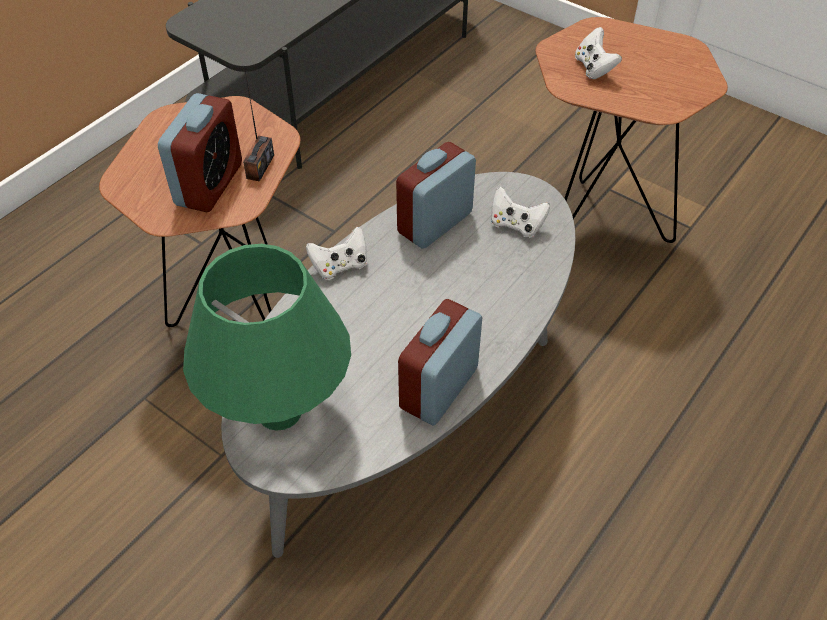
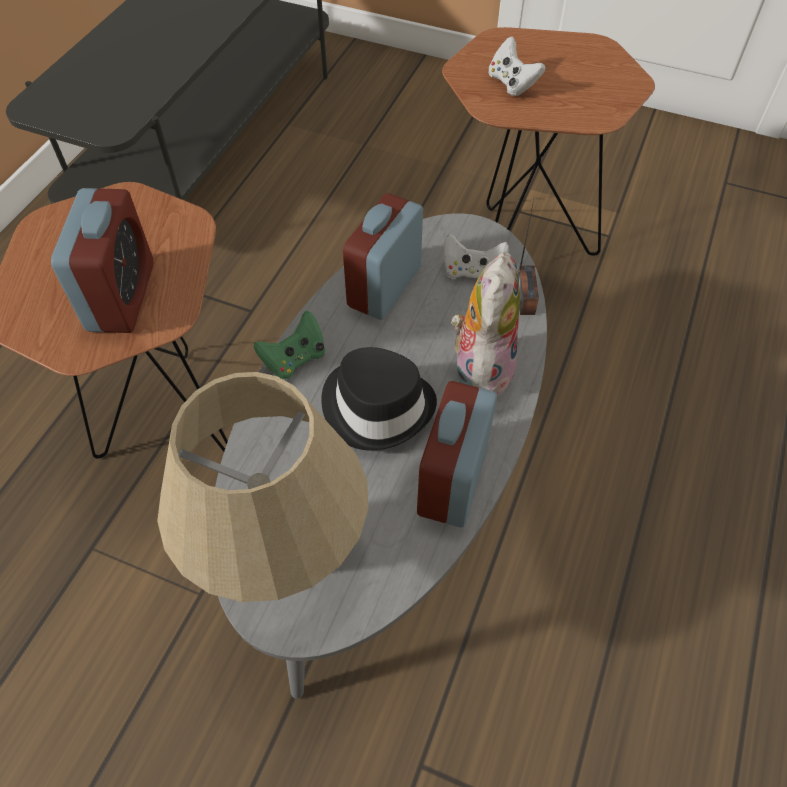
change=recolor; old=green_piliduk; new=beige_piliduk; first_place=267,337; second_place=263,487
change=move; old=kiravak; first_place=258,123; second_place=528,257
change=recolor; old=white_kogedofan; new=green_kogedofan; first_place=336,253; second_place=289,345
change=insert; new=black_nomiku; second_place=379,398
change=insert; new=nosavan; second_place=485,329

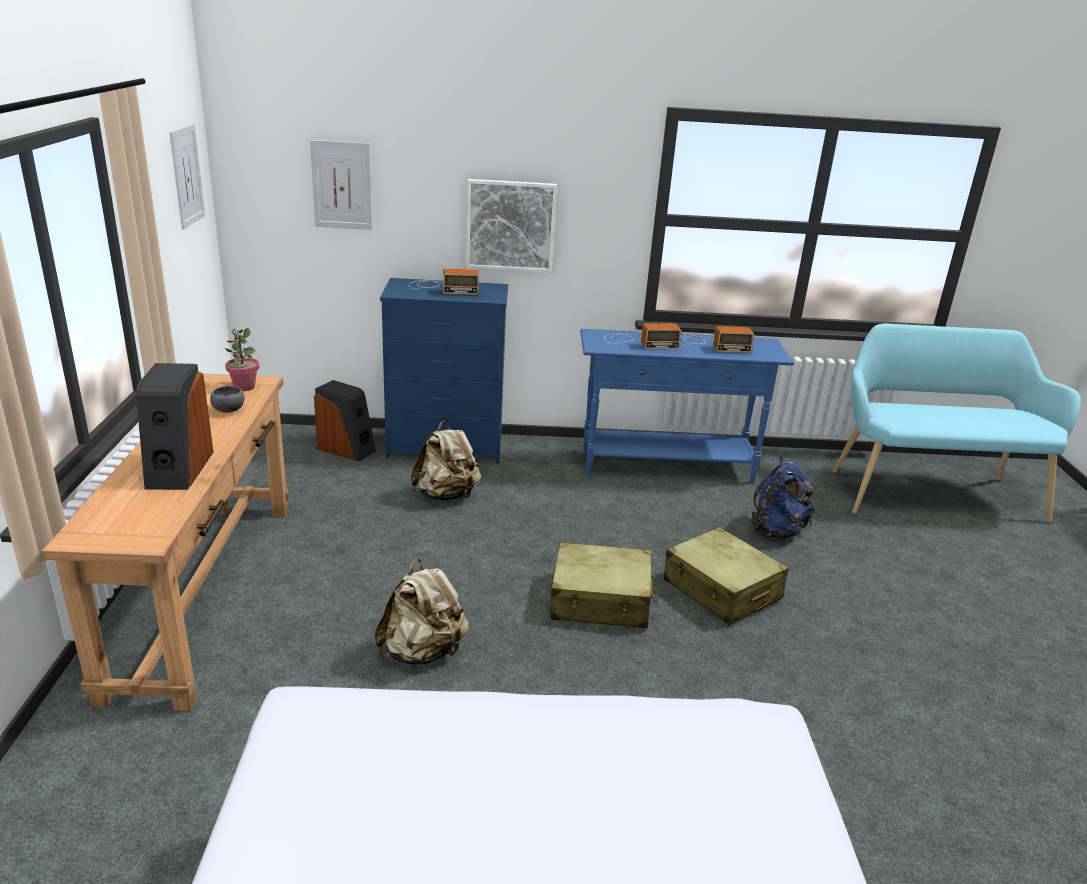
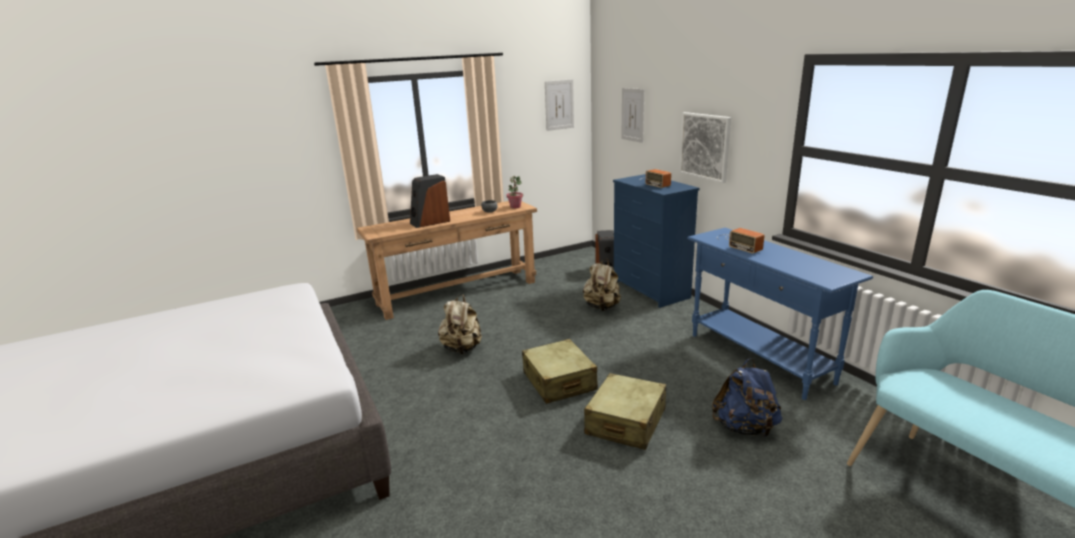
change=delete; old=kiravak; first_place=717,339

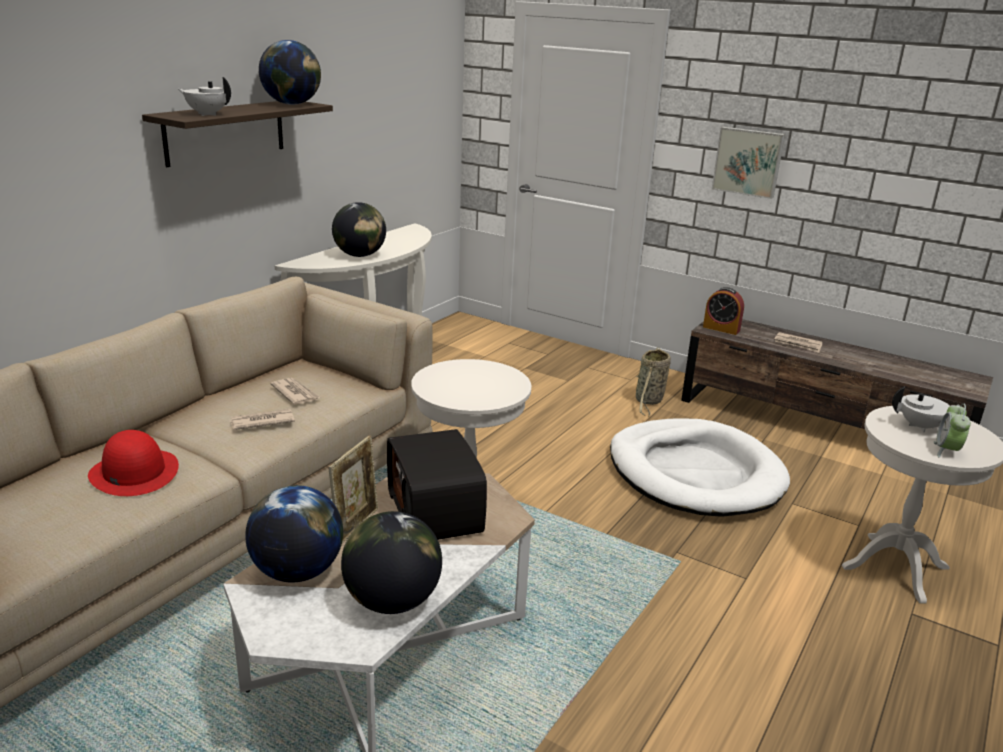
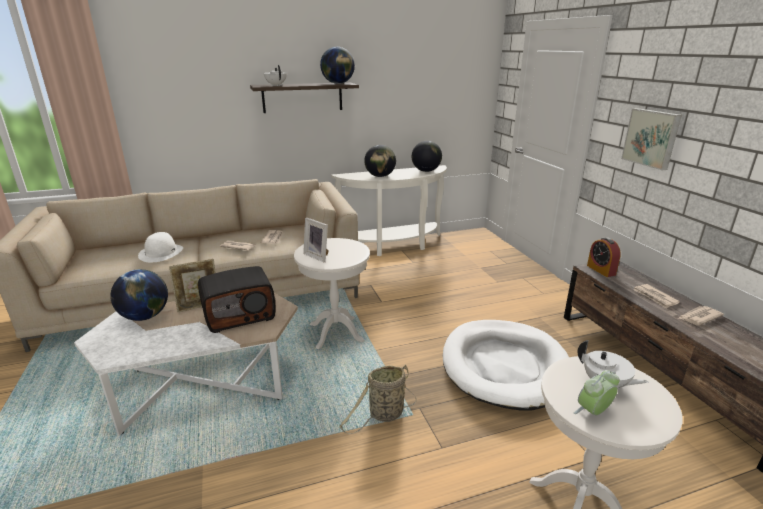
change=recolor; old=red_nomiku; new=white_nomiku; first_place=133,463; second_place=160,247
change=move; old=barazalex; first_place=391,562; second_place=427,156
change=rotate; old=kiravak; first_place=437,484; second_place=236,299; degrees=-135
change=move; old=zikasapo; first_place=653,382; second_place=378,399
change=insert; new=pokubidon; second_place=316,239
change=insert; new=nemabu; second_place=701,316

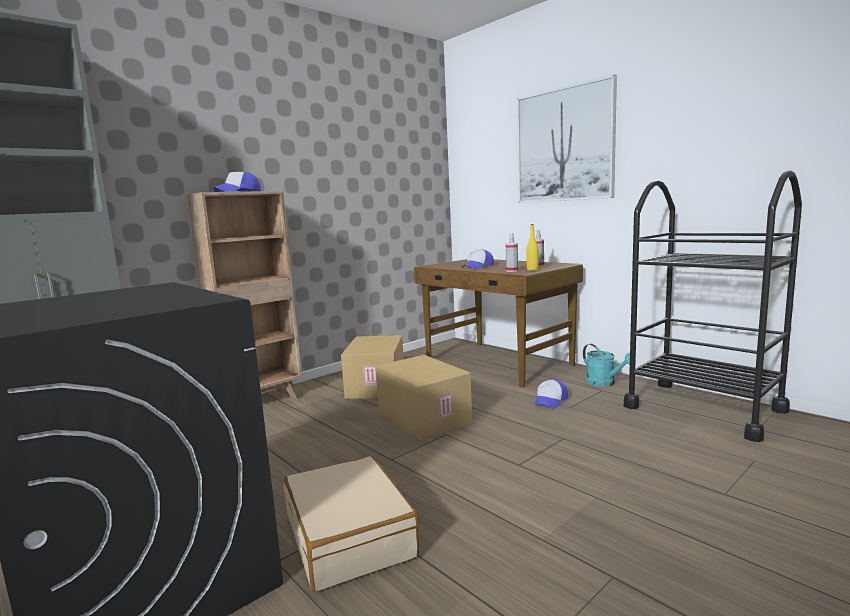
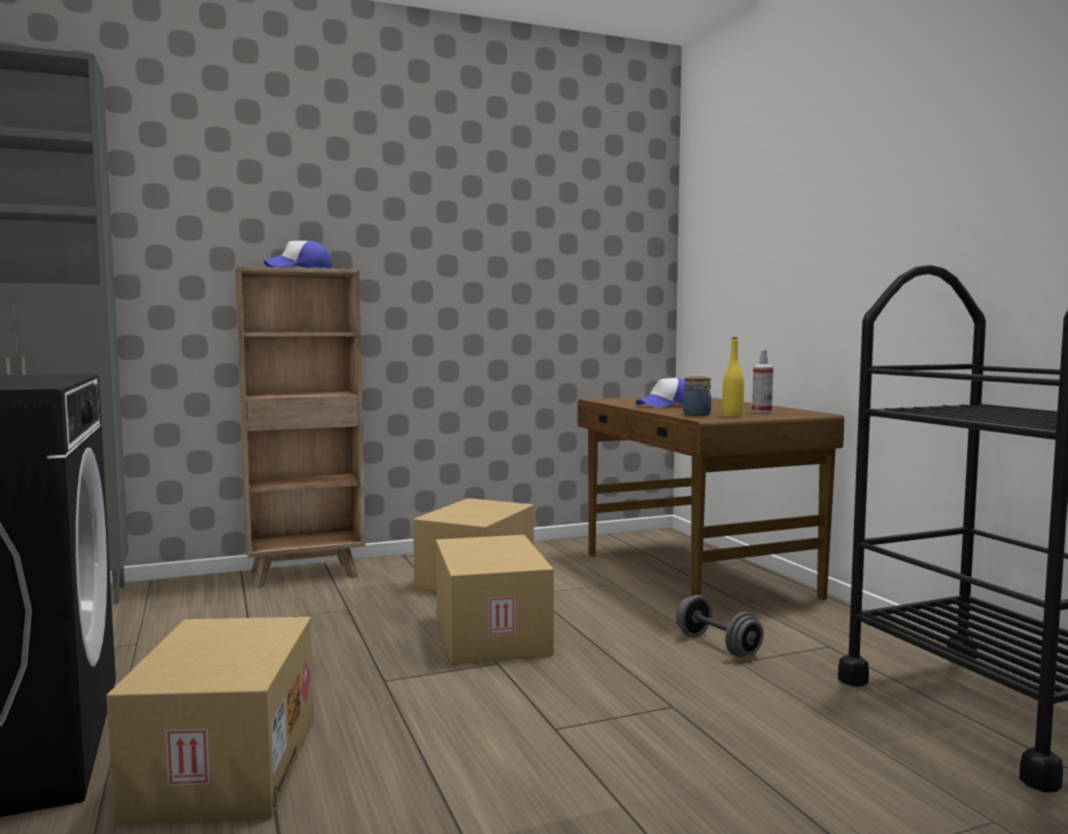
change=replace; old=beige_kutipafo; new=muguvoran; first_place=351,523; second_place=210,720
change=replace; old=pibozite; new=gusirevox; first_place=512,252; second_place=697,396
change=delete; old=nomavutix; first_place=567,139
change=replace; old=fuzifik; new=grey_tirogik; first_place=551,393; second_place=720,626
change=delete; old=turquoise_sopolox; first_place=609,365

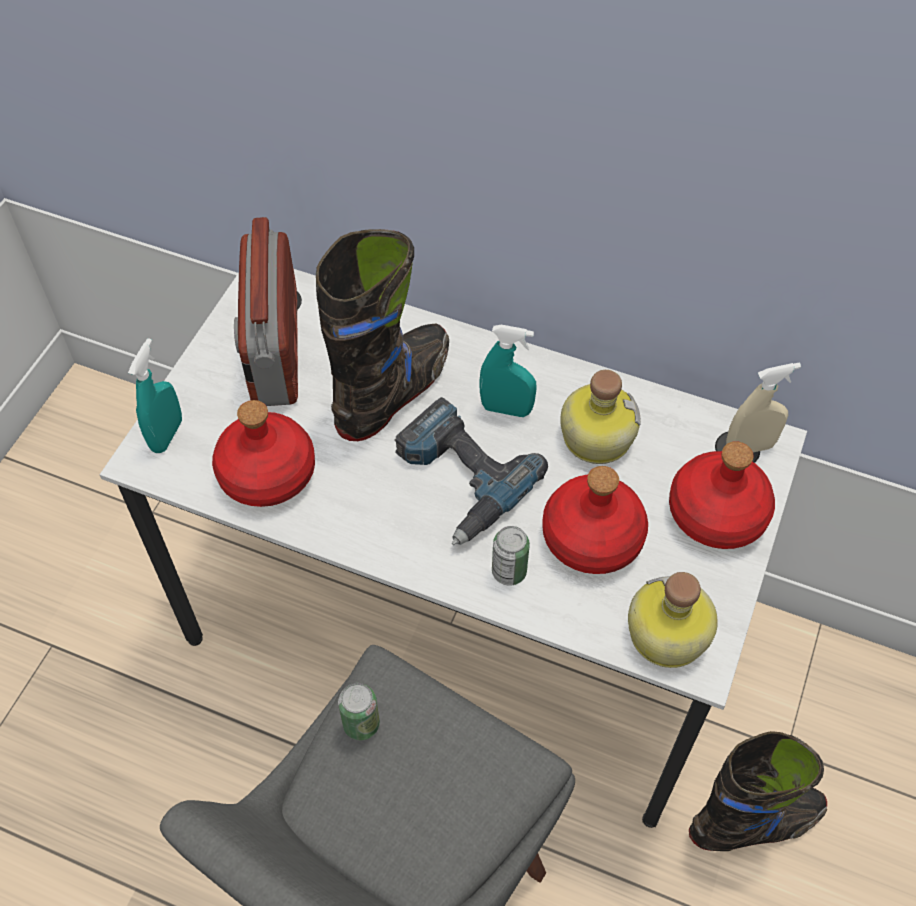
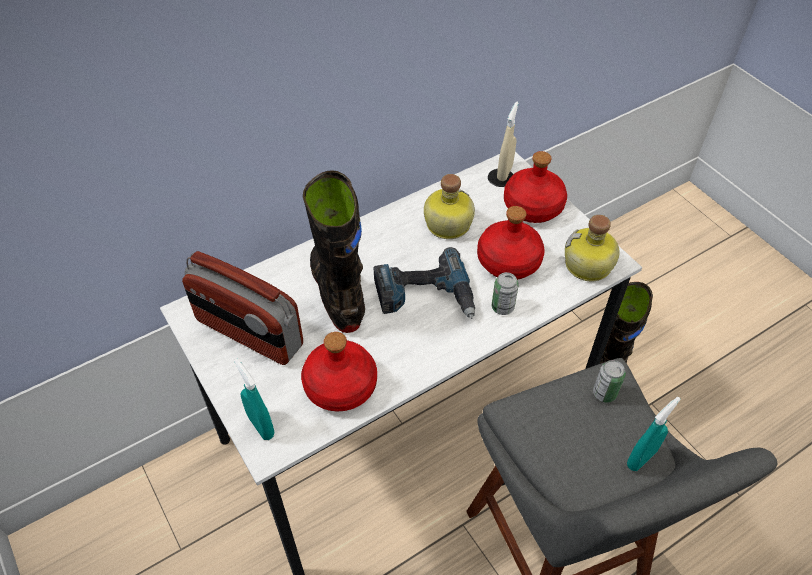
change=move; old=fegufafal; first_place=359,712; second_place=609,381
change=move; old=turquoise_pibozite; first_place=508,371; second_place=654,434

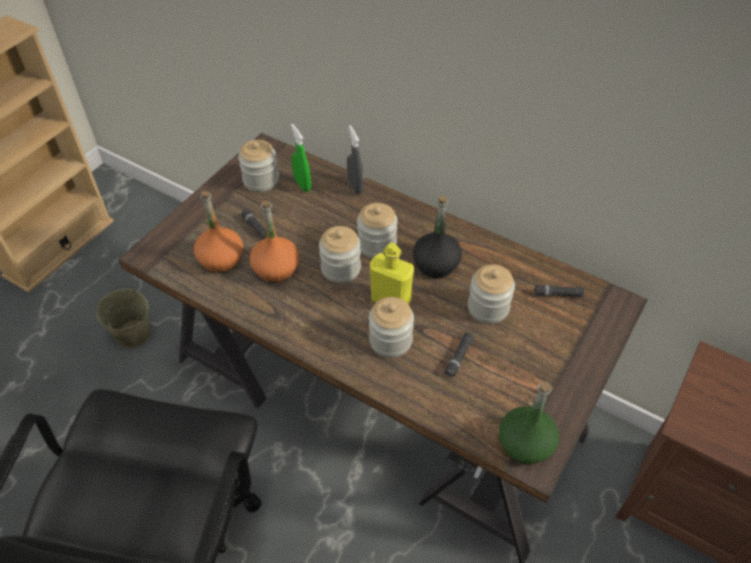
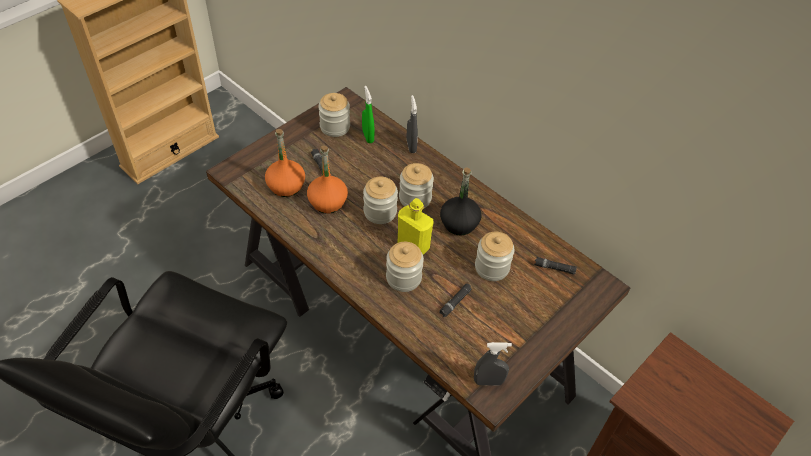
change=delete; old=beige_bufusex; first_place=124,316
change=replace; old=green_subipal; new=grey_pibozite; first_place=529,422; second_place=493,364

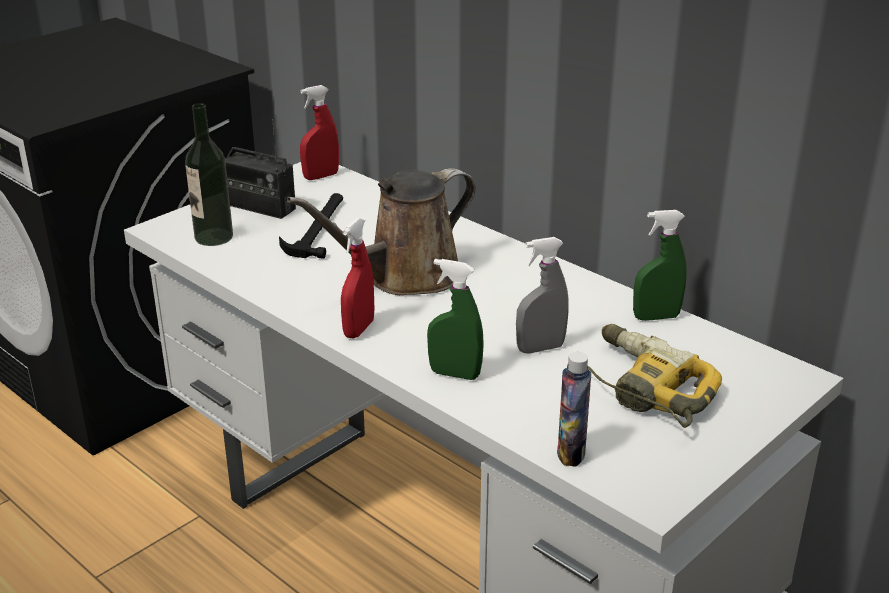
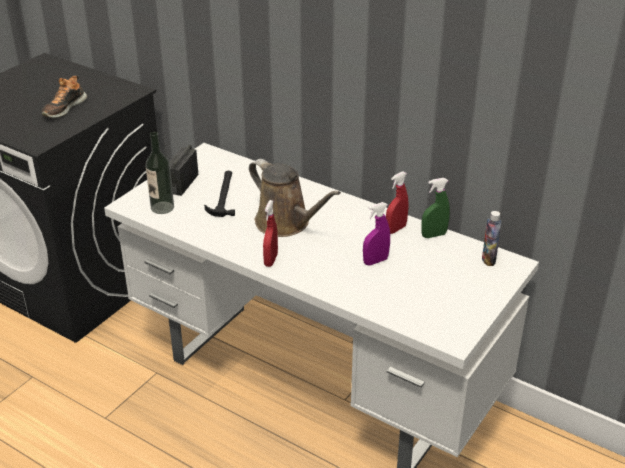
change=rotate; old=kiravak; first_place=260,169; second_place=181,166; degrees=90
change=rotate; old=brown_sopolox; first_place=381,231; second_place=295,198; degrees=-90
change=move; old=red_pibozite; first_place=319,132; second_place=397,202
change=delete; old=green_pibozite; first_place=455,319
change=recolor; old=grey_pibozite; new=purple_pibozite; first_place=542,295; second_place=376,233
change=move; old=subipal; first_place=574,409; second_place=491,238
change=delete; old=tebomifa; first_place=655,376
change=insert; new=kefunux; second_place=64,97

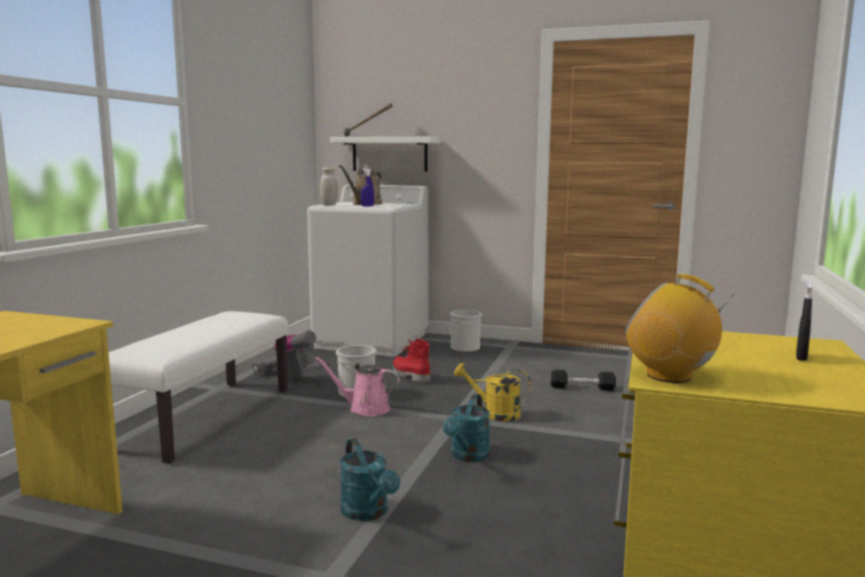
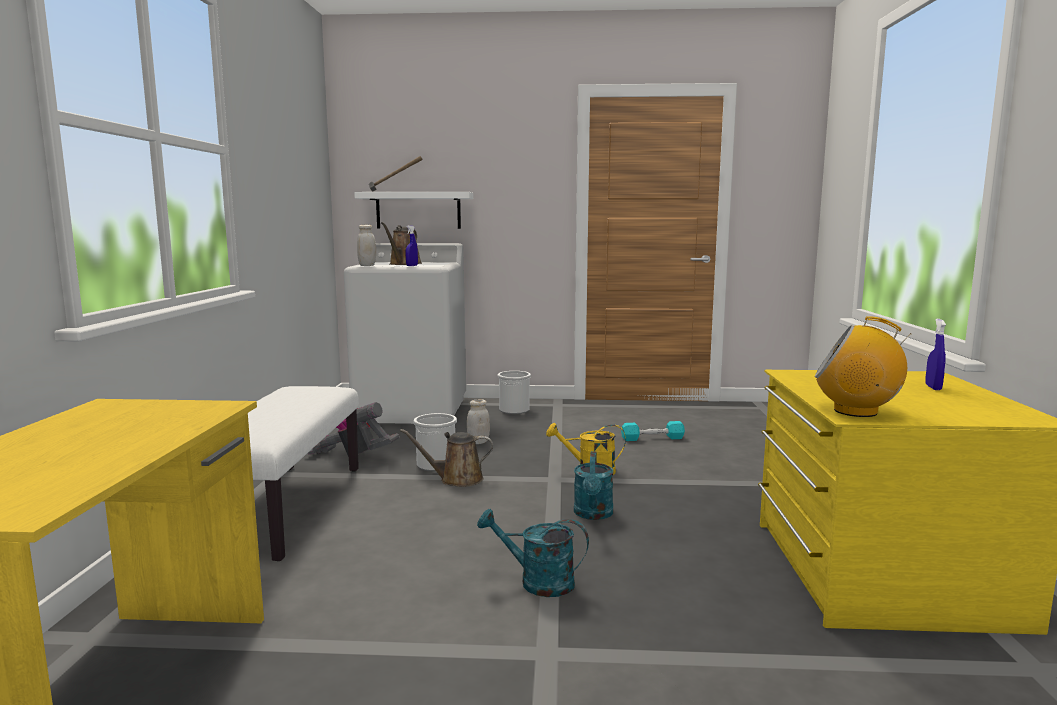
change=recolor; old=pink_sopolox; new=brown_sopolox; first_place=357,386; second_place=446,458
change=rotate; old=turquoise_sopolox; first_place=370,479; second_place=533,553; degrees=150
change=replace; old=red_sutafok; new=white_gusirevox; first_place=411,360; second_place=478,421
change=recolor; old=black_tirogik; new=turquoise_tirogik; first_place=583,380; second_place=653,431
change=recolor; old=black_pibozite; new=blue_pibozite; first_place=804,320; second_place=935,354

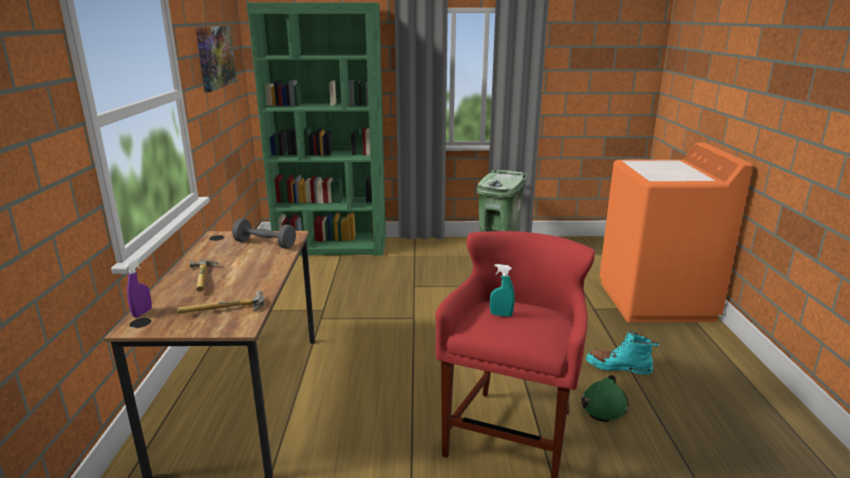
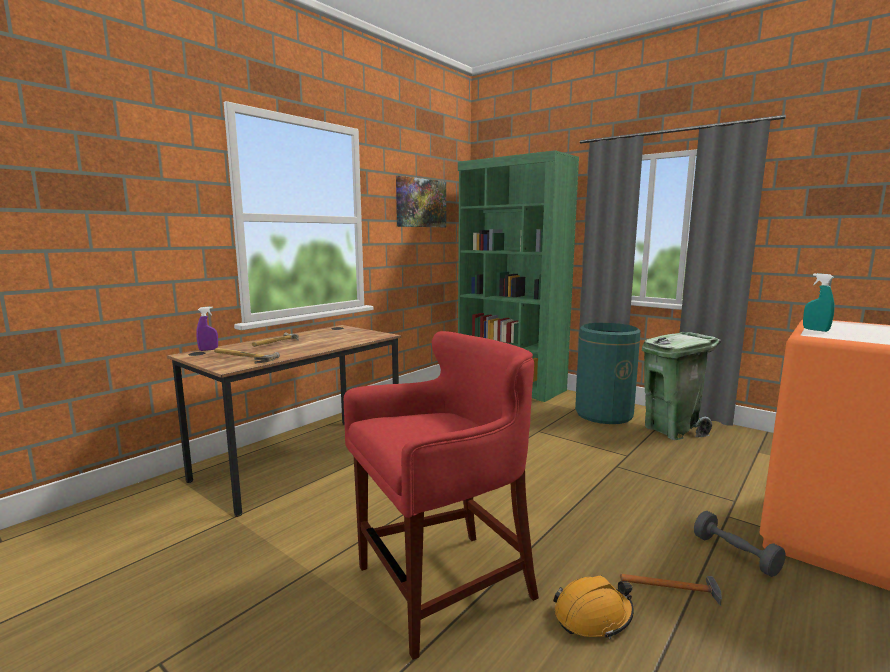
change=move; old=grey_tirogik; first_place=264,234; second_place=740,544
change=move; old=turquoise_pibozite; first_place=502,290; second_place=819,302
change=recolor; old=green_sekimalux; new=orange_sekimalux; first_place=604,398; second_place=593,607
change=replace; old=turquoise_sutafok; new=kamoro; first_place=622,352; second_place=671,590
change=insert; new=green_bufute; second_place=608,373

